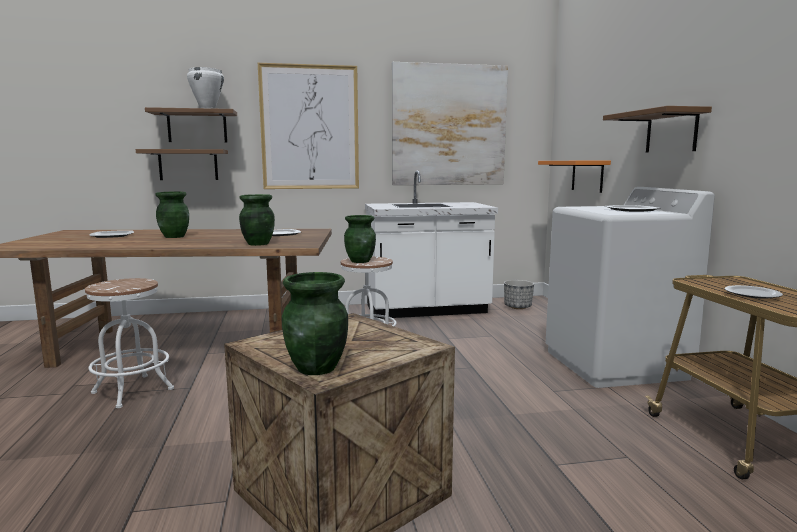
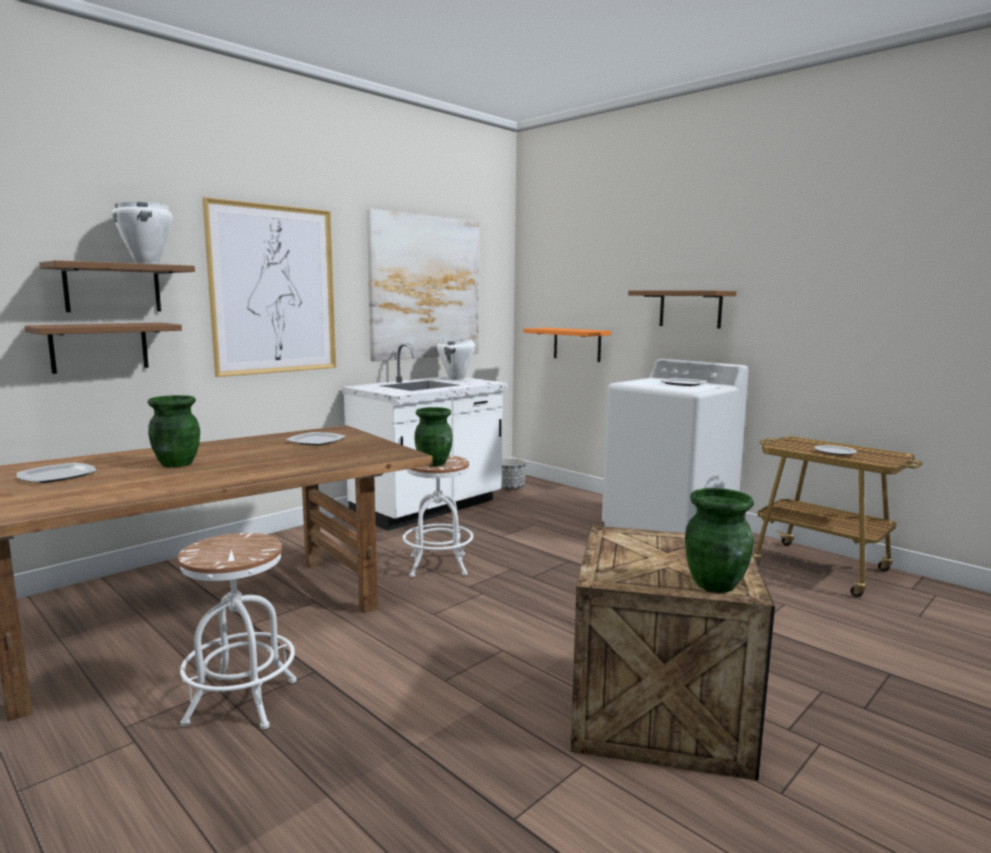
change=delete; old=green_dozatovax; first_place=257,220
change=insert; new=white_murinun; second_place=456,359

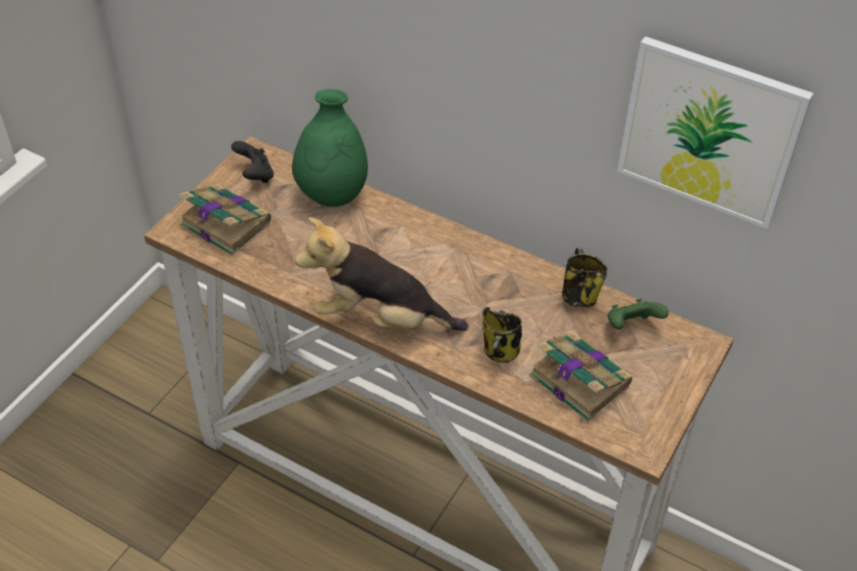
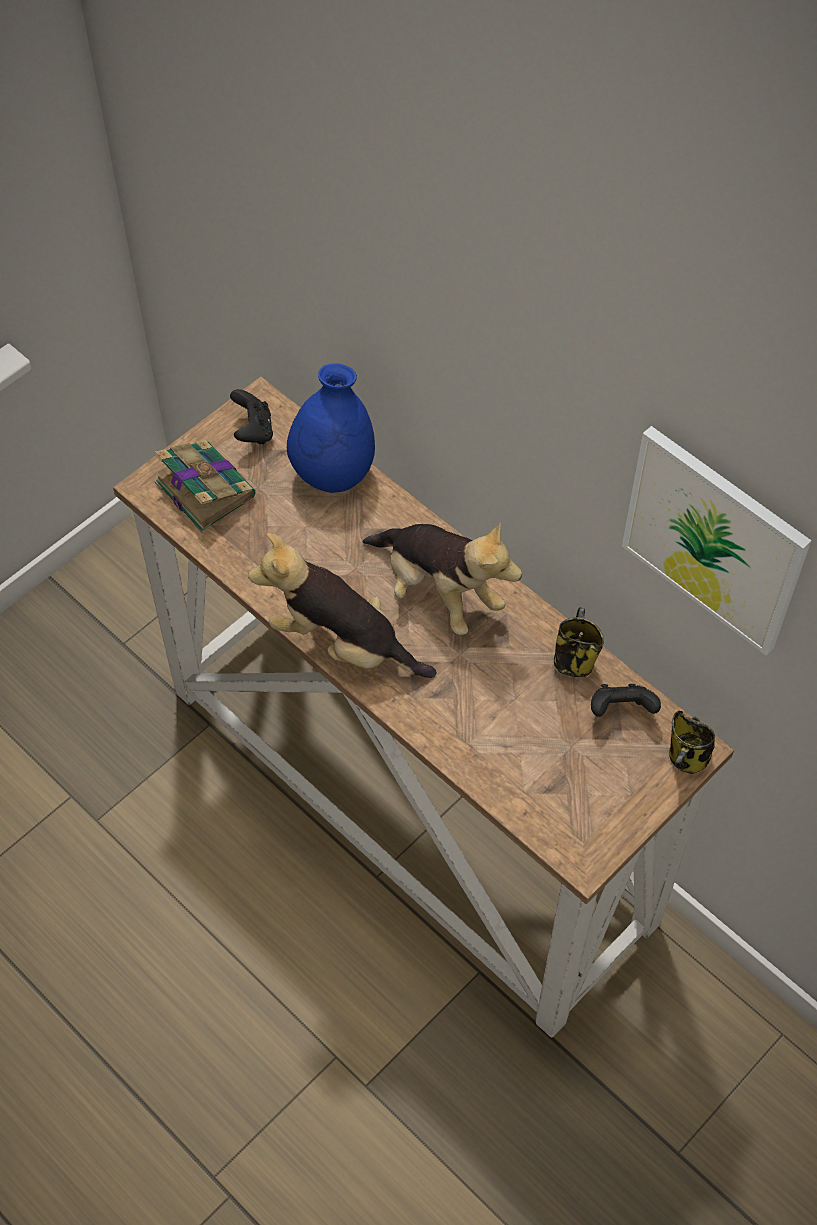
change=recolor; old=green_dozatovax; new=blue_dozatovax; first_place=330,148; second_place=331,428
change=move; old=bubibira; first_place=502,335; second_place=692,742
change=delete; old=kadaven; first_place=580,377
change=recolor; old=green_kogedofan; new=black_kogedofan; first_place=638,314; second_place=626,700
change=insert; new=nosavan; second_place=442,579

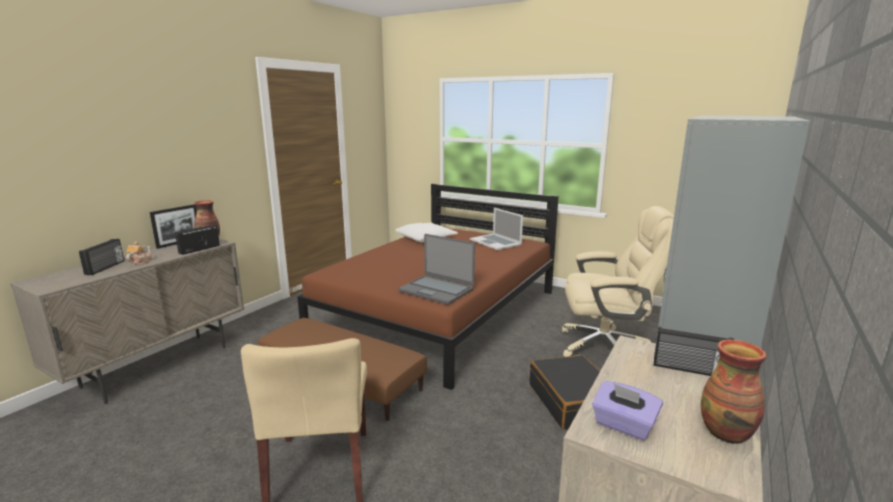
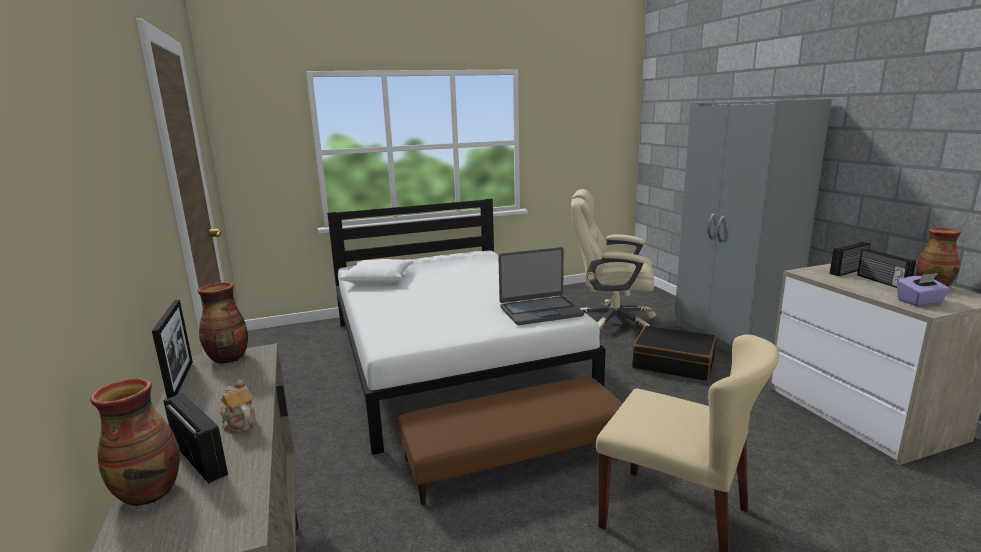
change=move; old=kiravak; first_place=197,240; second_place=886,268
change=recolor; old=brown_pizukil; new=white_pizukil; first_place=428,287; second_place=466,327
change=delete; old=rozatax; first_place=496,229
change=rotate; old=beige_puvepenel; first_place=618,281; second_place=613,259; degrees=-120
change=insert; new=dozatovax; second_place=135,442

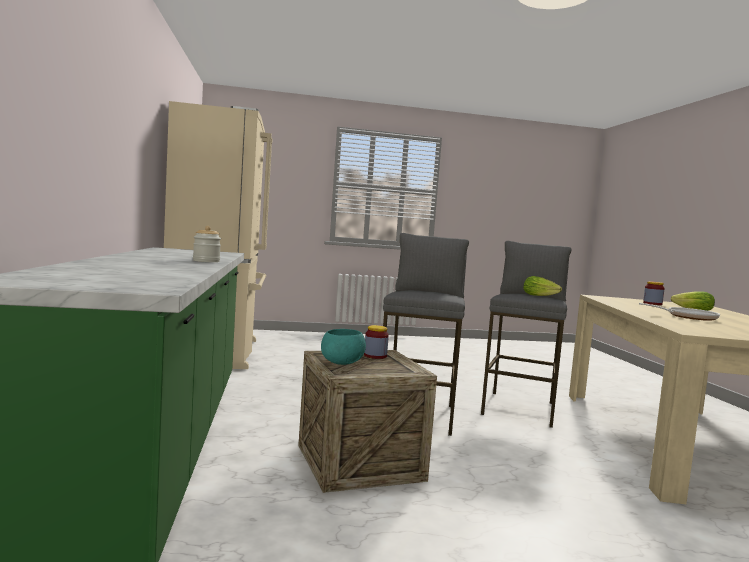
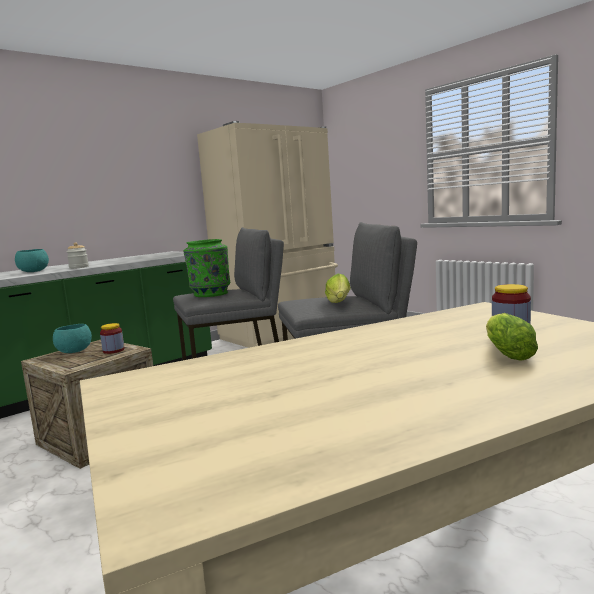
change=delete; old=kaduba; first_place=679,312
change=insert; new=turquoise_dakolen; second_place=32,260
change=insert; new=green_dozatovax; second_place=207,268

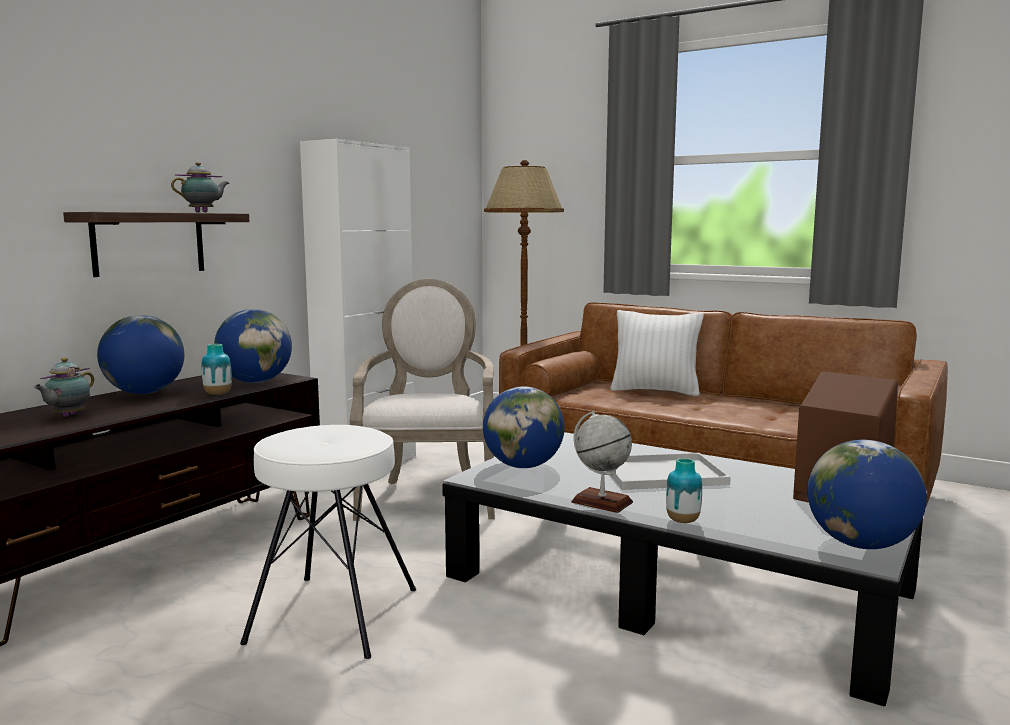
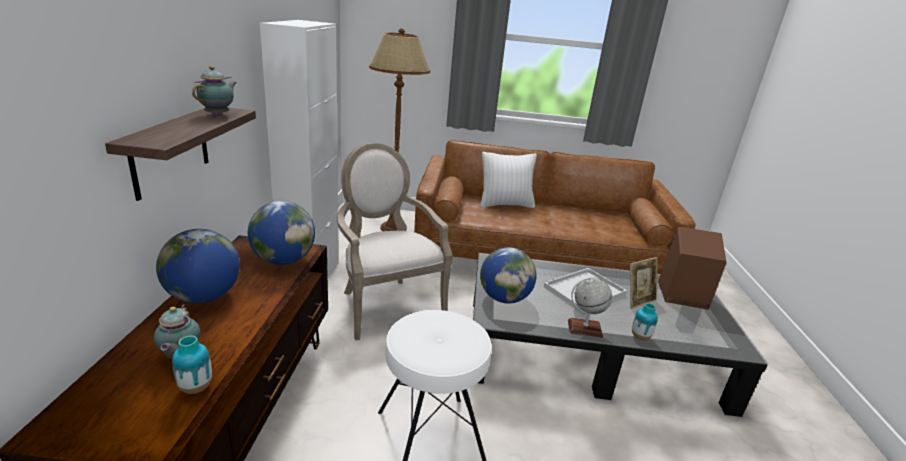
change=move; old=dozatovax; first_place=216,369; second_place=192,364
change=delete; old=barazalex; first_place=867,494
change=insert; new=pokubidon; second_place=643,283

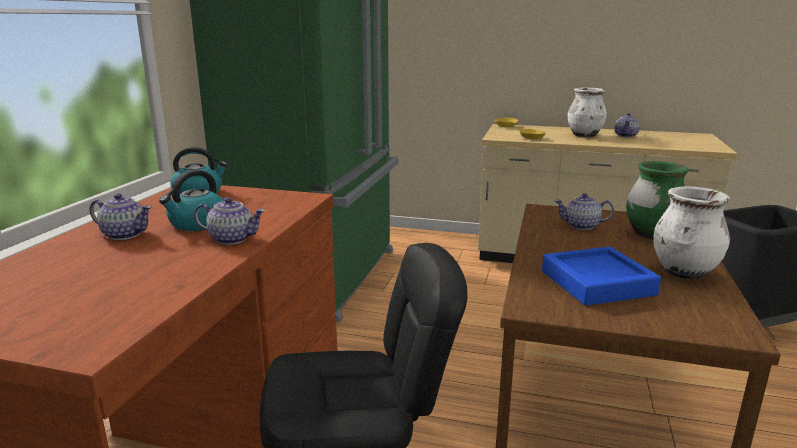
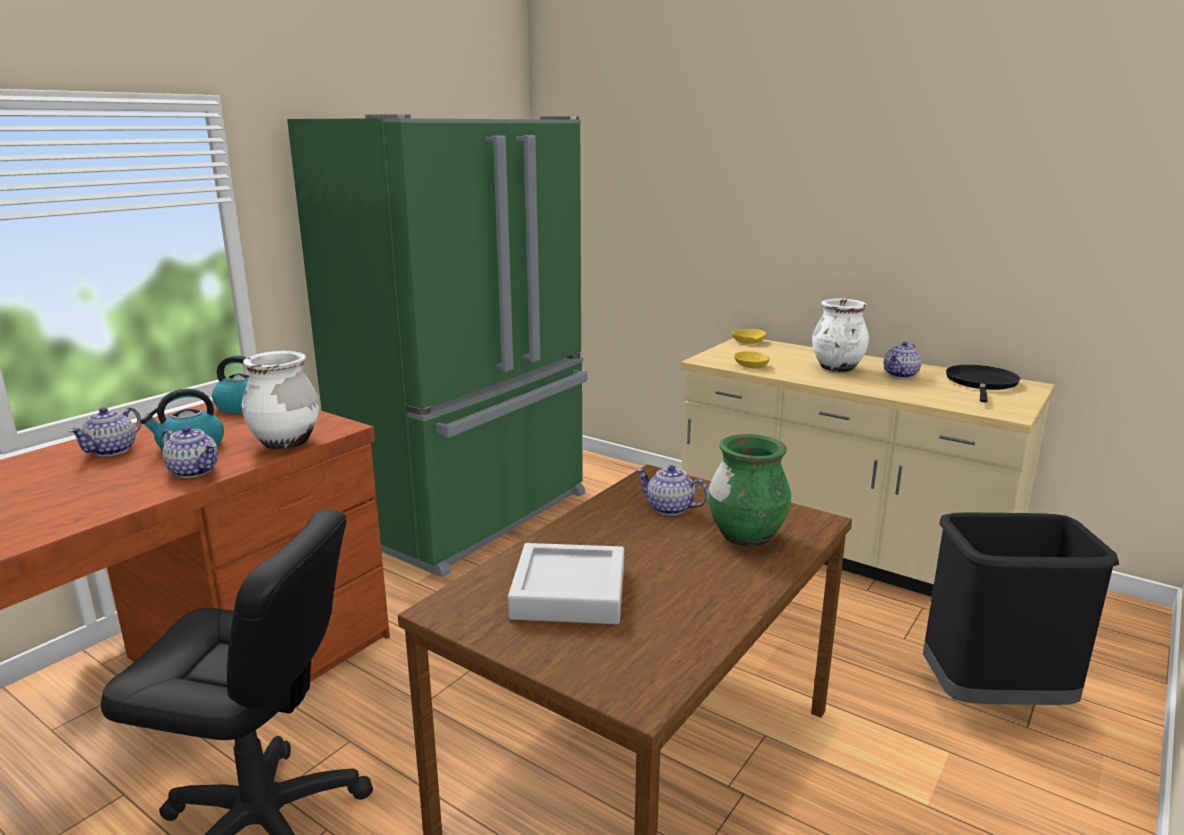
change=rotate; old=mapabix; first_place=121,216; second_place=105,431; degrees=75
change=recolor; old=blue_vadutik; new=grey_vadutik; first_place=601,276; second_place=566,583
change=move; old=white_dozatovax; first_place=692,232; second_place=280,400
change=insert; new=black_kaduba; second_place=983,383

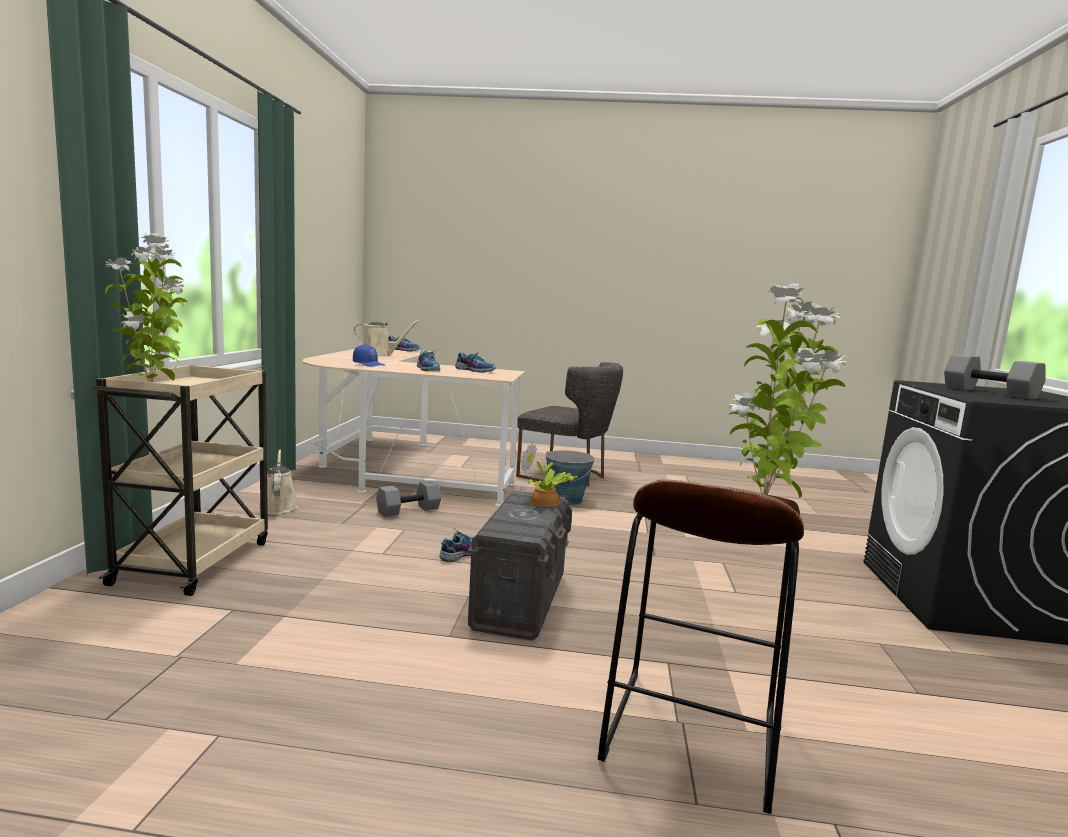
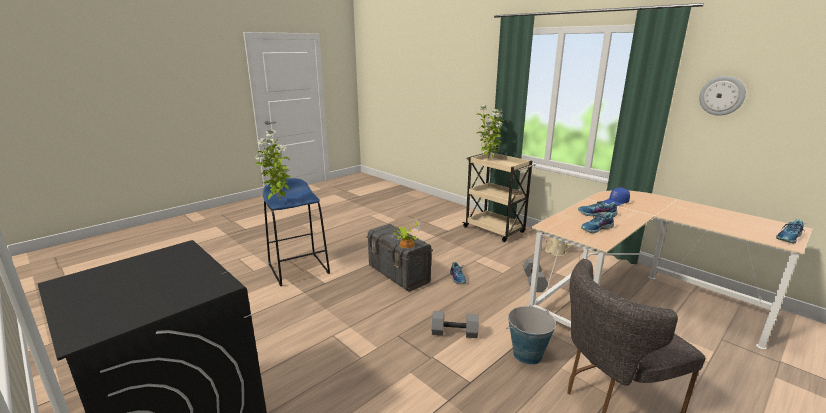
change=delete; old=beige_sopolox; first_place=387,338
change=recolor; old=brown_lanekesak; new=blue_lanekesak; first_place=701,647; second_place=296,232
change=move; old=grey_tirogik; first_place=994,377; second_place=455,324
change=insert; new=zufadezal; second_place=722,95

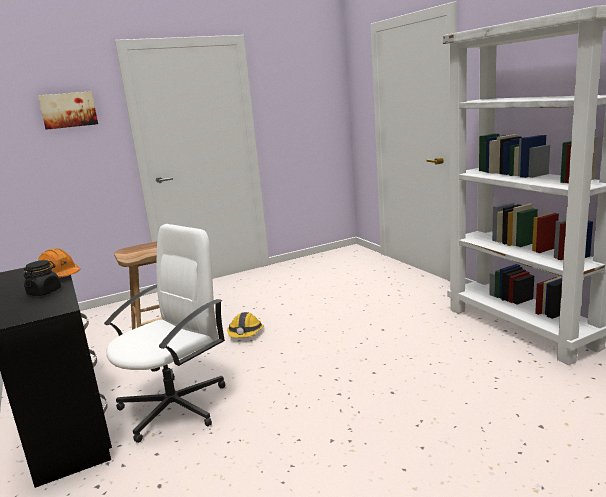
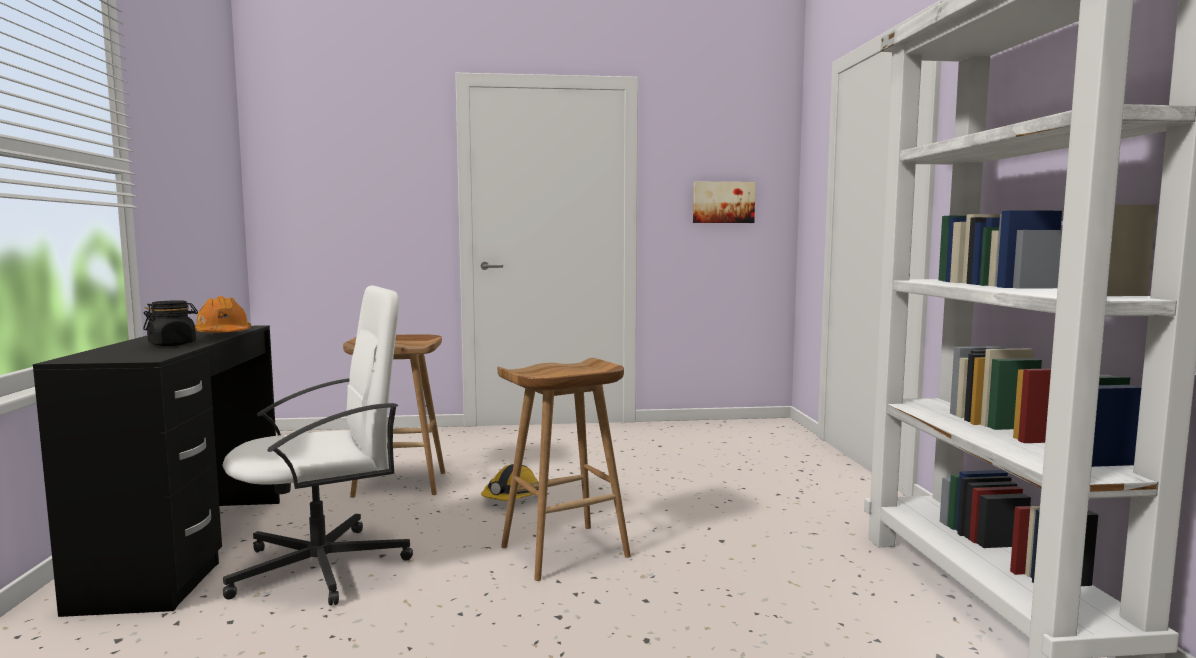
change=move; old=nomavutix; first_place=68,110; second_place=724,202
change=insert; new=brown_lanekesak; second_place=564,469

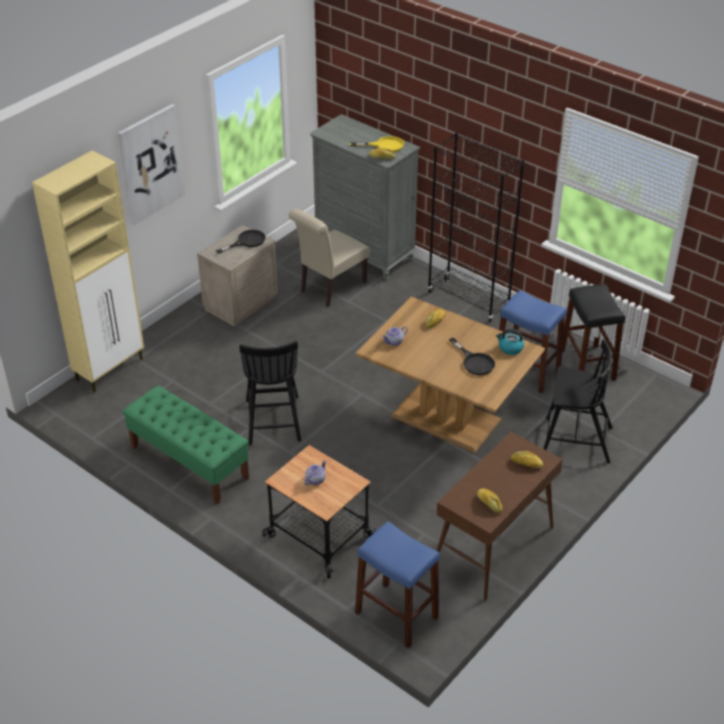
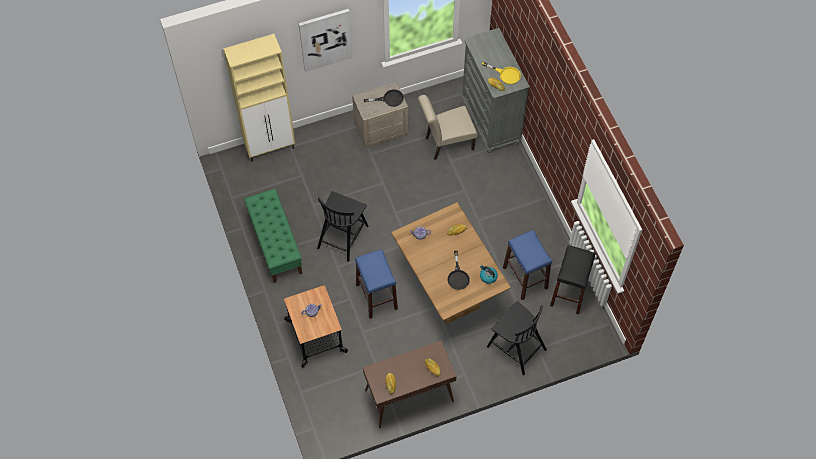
change=move; old=blue_lanekesak; first_place=397,585; second_place=376,284
change=delete; old=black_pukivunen; first_place=476,227

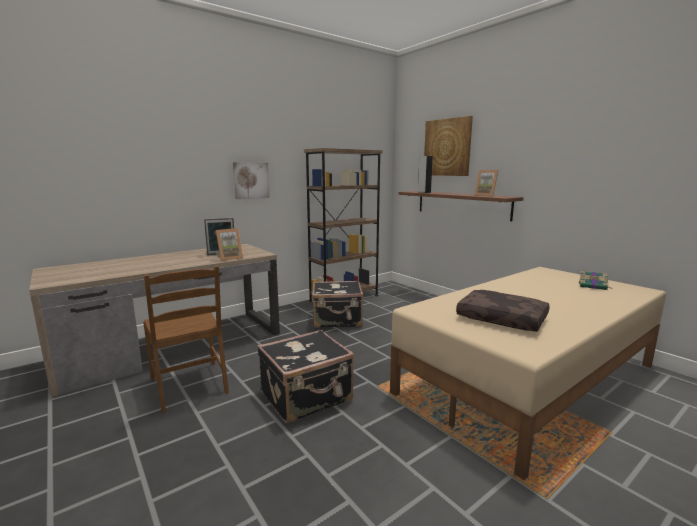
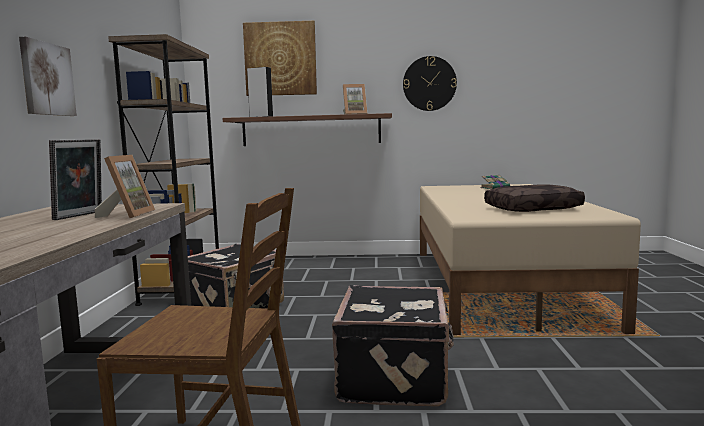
change=insert; new=zufadezal; second_place=430,83

